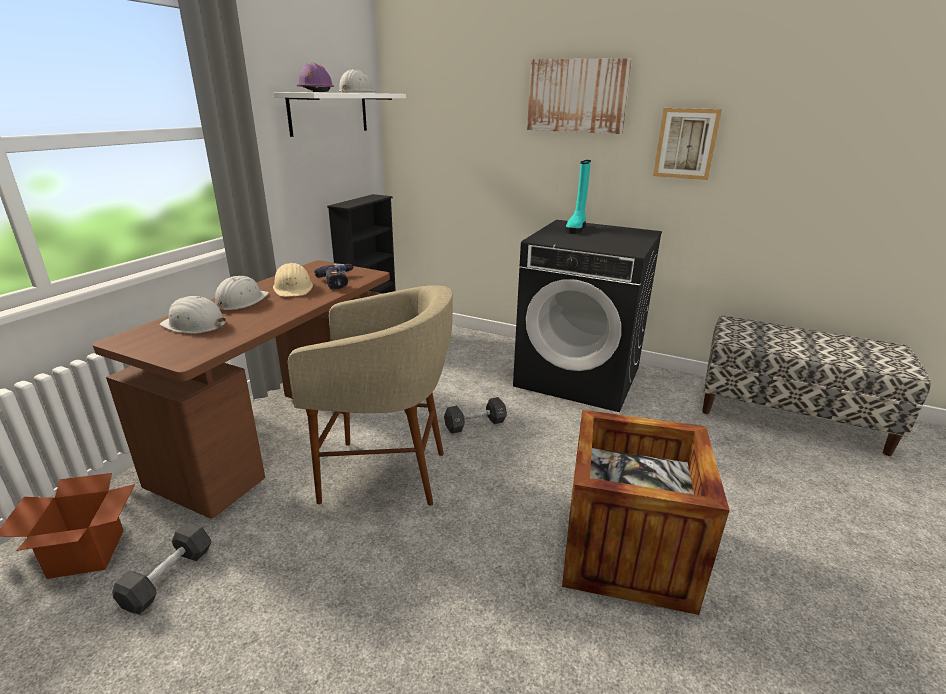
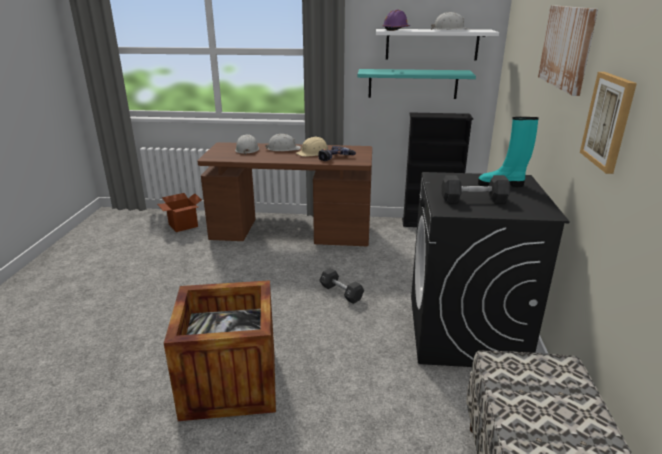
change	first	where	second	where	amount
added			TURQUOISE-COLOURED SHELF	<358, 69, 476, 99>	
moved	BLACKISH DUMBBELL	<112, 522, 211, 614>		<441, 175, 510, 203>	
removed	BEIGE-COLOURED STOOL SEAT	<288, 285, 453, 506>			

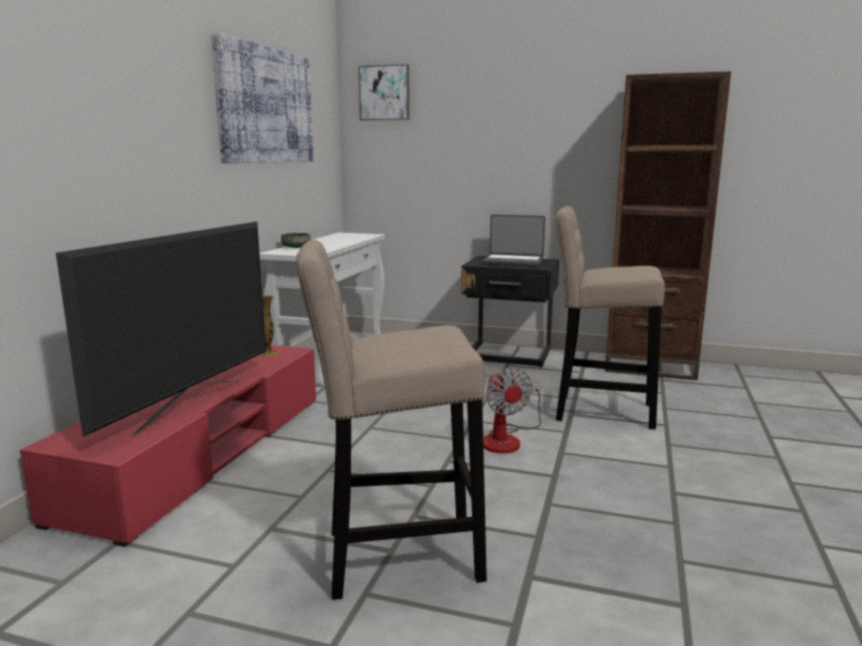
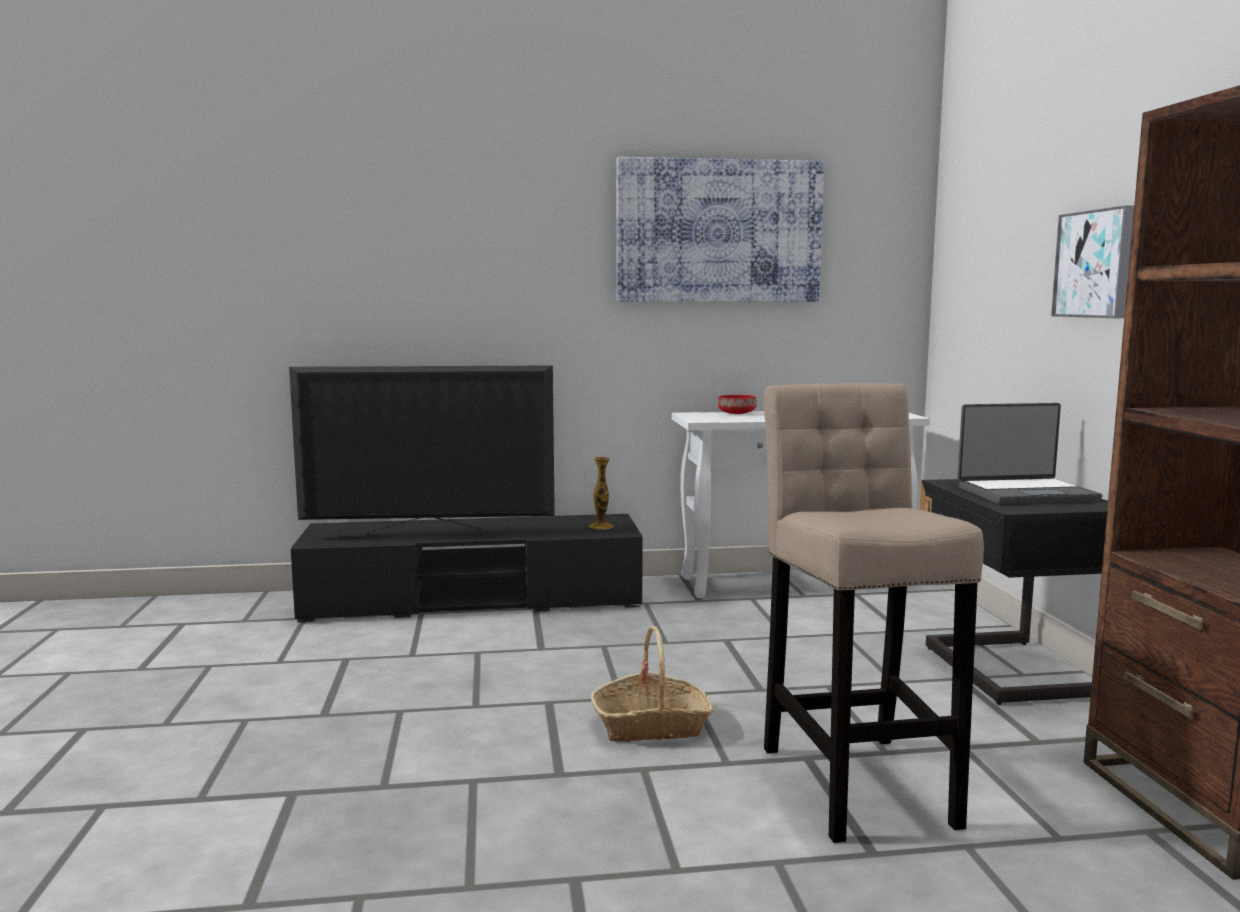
change	first	where	second	where	amount
recoloured	RED-COLOURED MEDIA CONSOLE	<20, 345, 316, 547>	BLACKISH MEDIA CONSOLE	<291, 514, 643, 622>	
replaced	ELECTRIC FAN	<483, 367, 541, 453>	STORAGE BASKET	<591, 626, 714, 742>	
recoloured	GREENISH SERVING BOWL	<281, 233, 310, 248>	RED-COLOURED SERVING BOWL	<718, 395, 757, 414>	
turned	LAPTOP	<481, 214, 545, 267>		<957, 403, 1102, 504>	90 degrees counterclockwise
moved	PICTURE	<358, 64, 409, 120>		<1051, 205, 1134, 318>	
removed	BEIGE-COLOURED STOOL SEAT	<296, 240, 487, 600>			

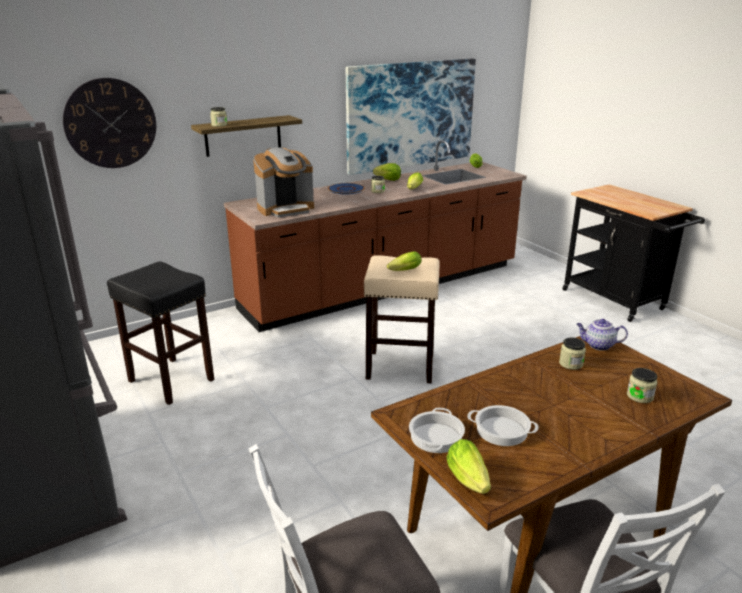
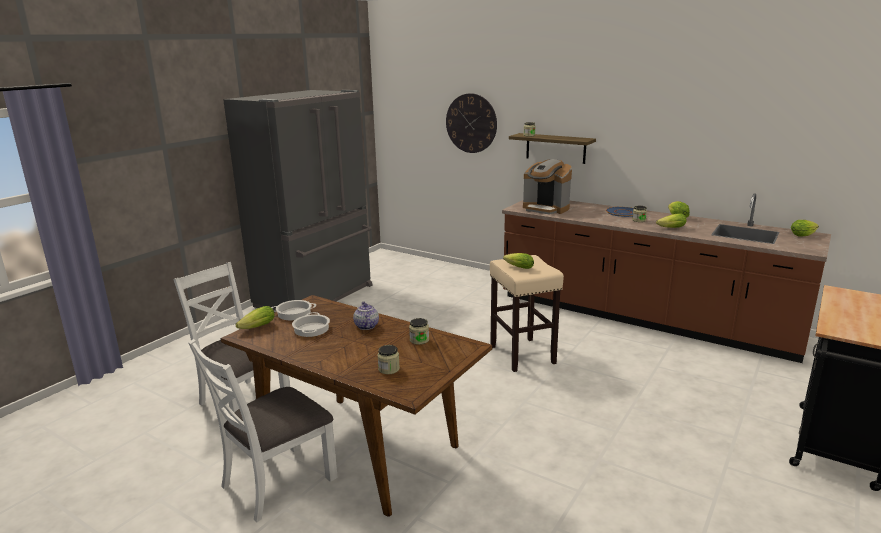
change	first	where	second	where	amount
moved	TEA POT	<576, 319, 628, 351>		<353, 302, 379, 330>	
removed	BLACKISH STOOL SEAT	<107, 261, 214, 405>			
removed	PICTURE	<346, 58, 476, 175>			

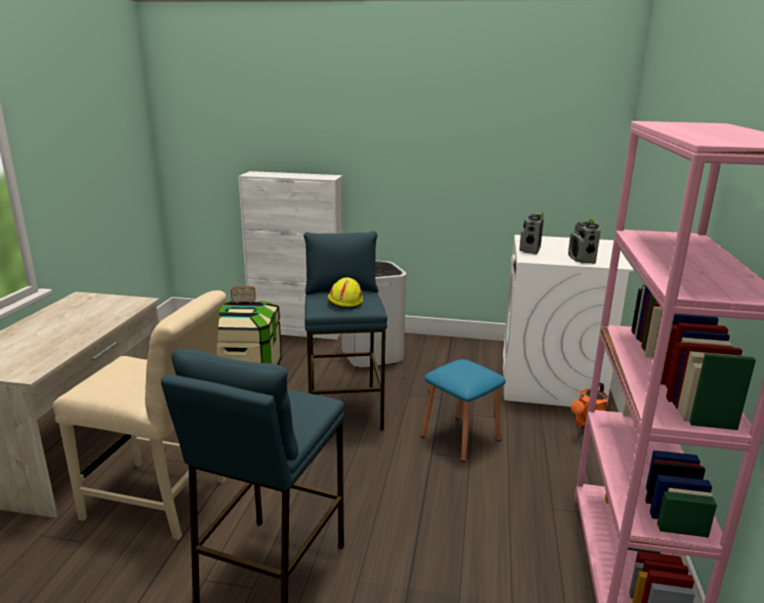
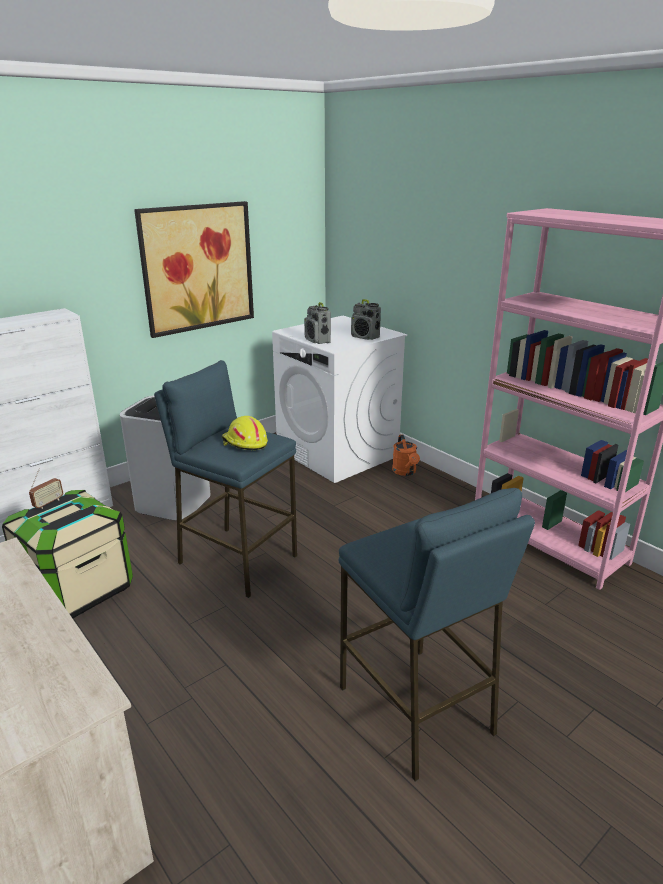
change	first	where	second	where	amount
added			PICTURE	<134, 201, 254, 338>	
removed	BEIGE-COLOURED UPRIGHT CHAIR	<53, 290, 227, 540>			
removed	BLUE STOOL SEAT	<421, 359, 506, 462>			

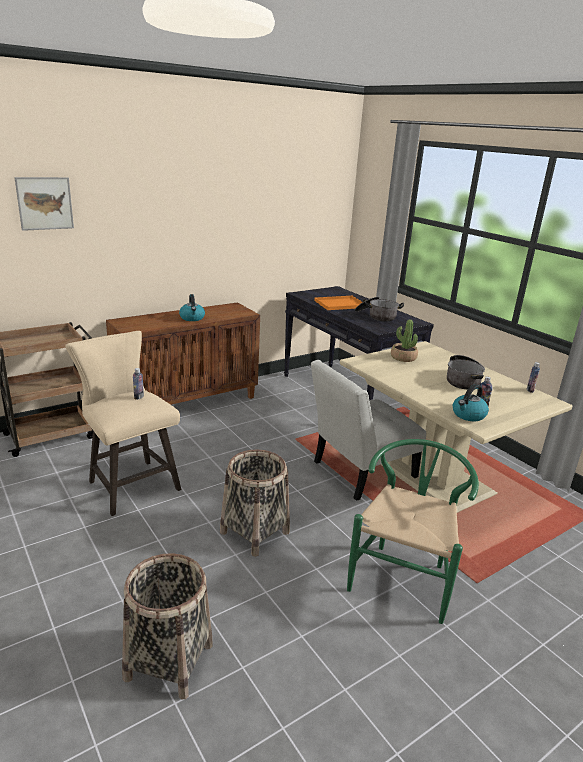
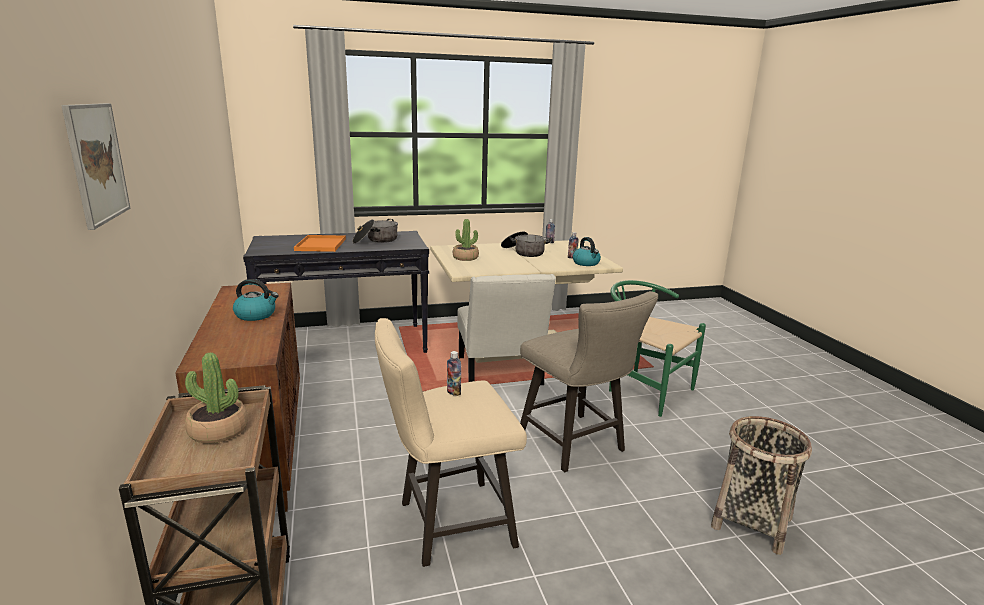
change	first	where	second	where	amount
added			HOUSEPLANT	<185, 353, 248, 443>	
replaced	STORAGE BASKET	<220, 450, 290, 557>	BEIGE-COLOURED STOOL SEAT	<520, 291, 658, 472>	

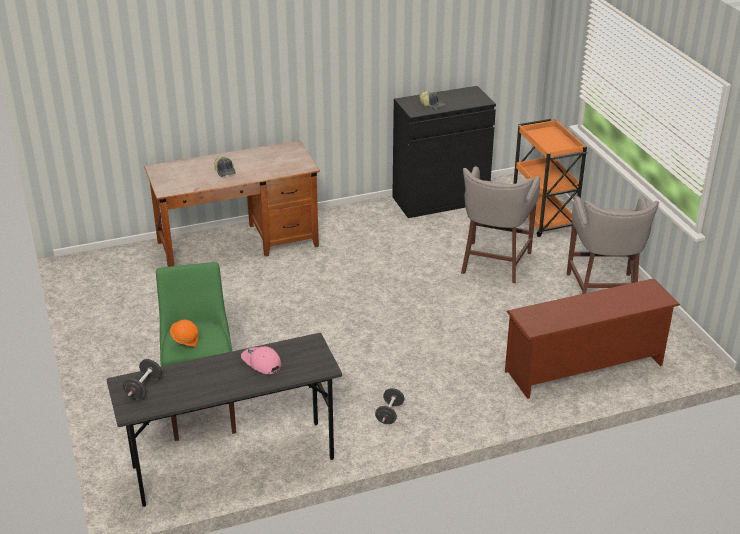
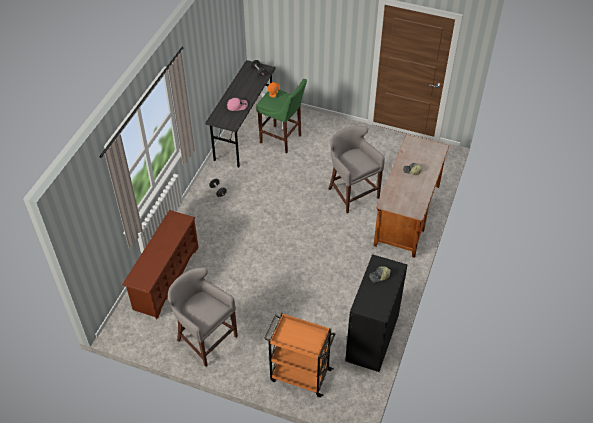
change	first	where	second	where	amount
moved	GREY STOOL SEAT	<461, 166, 540, 283>		<328, 126, 385, 213>	

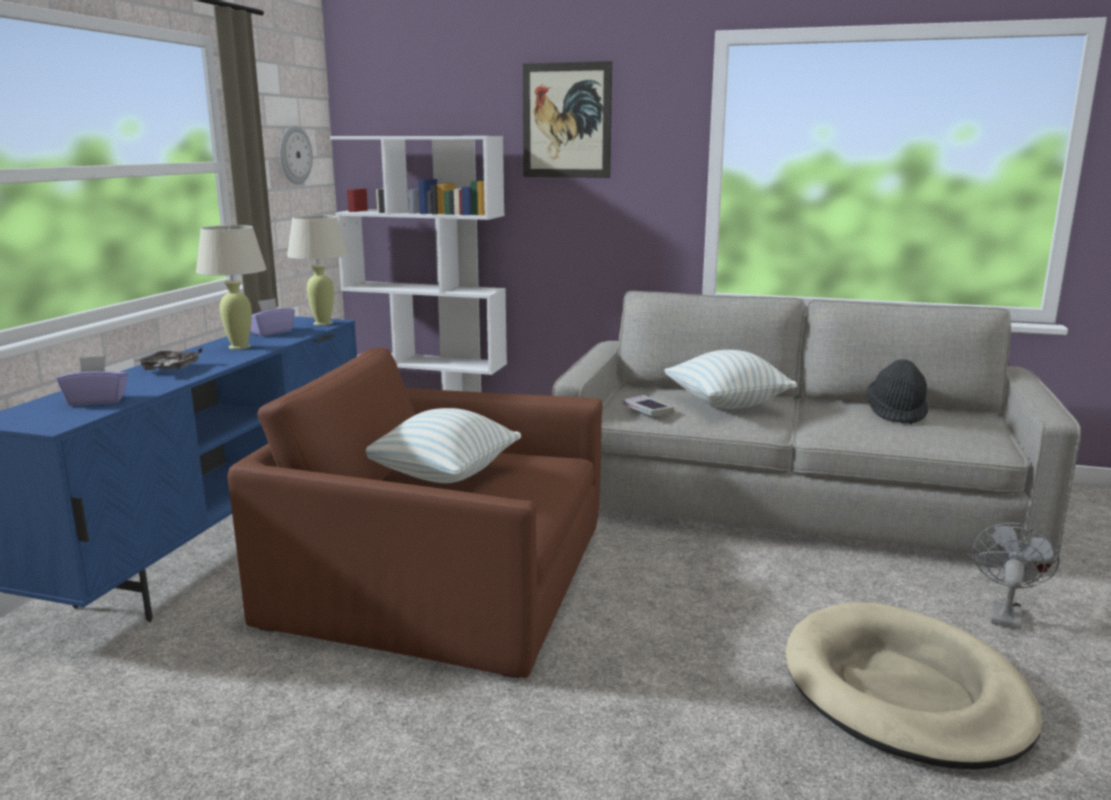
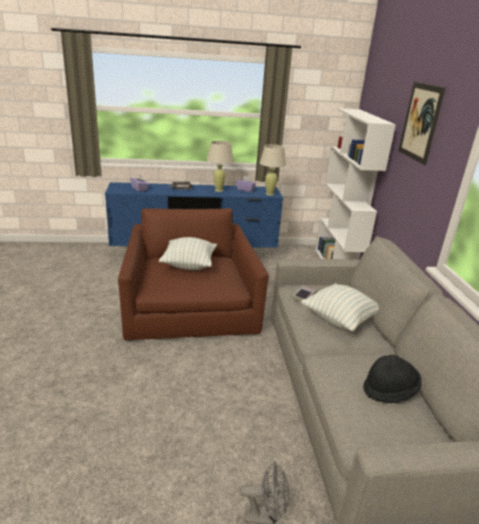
change	first	where	second	where	amount
removed	CLOCK ON THE WALL	<280, 125, 313, 185>			
removed	BEIGE-COLOURED PET BED	<786, 602, 1042, 770>			

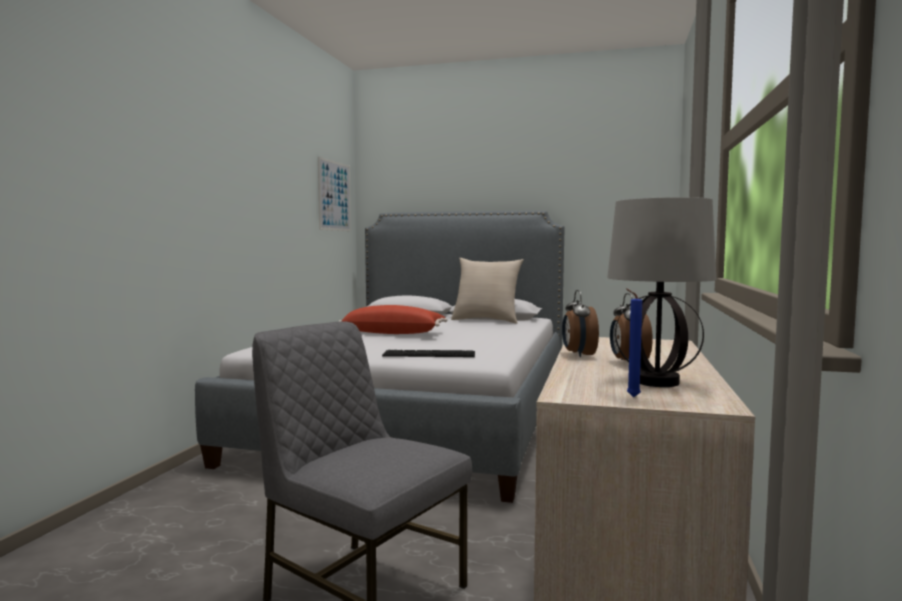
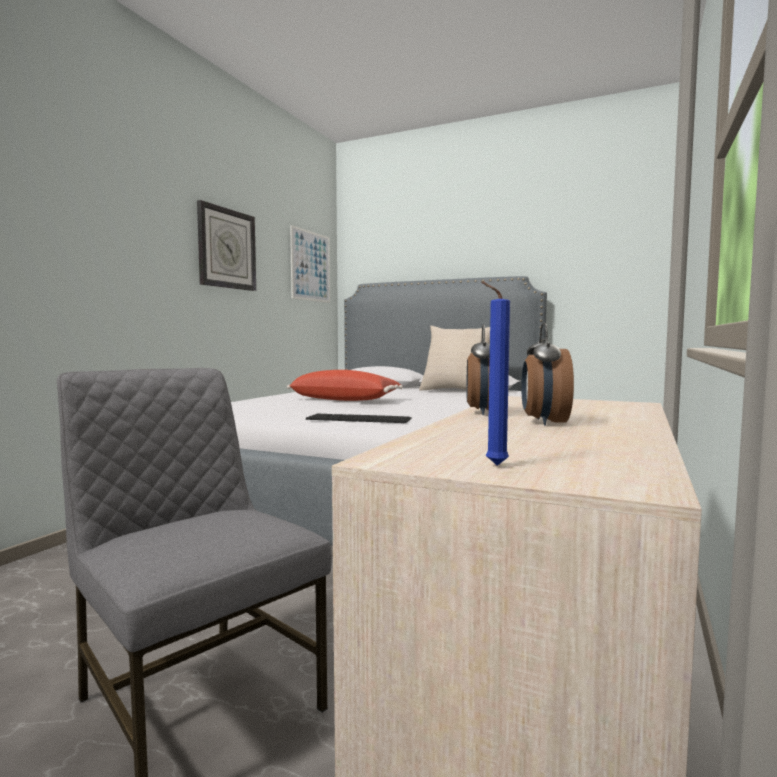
change	first	where	second	where	amount
added			CLOCK ON THE WALL	<197, 200, 256, 291>	
removed	TABLETOP LAMP	<607, 197, 716, 387>			

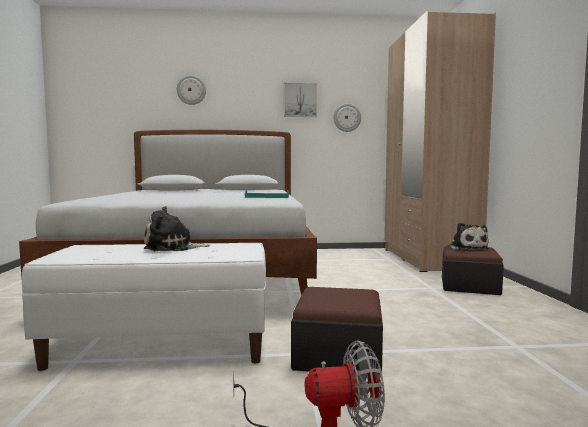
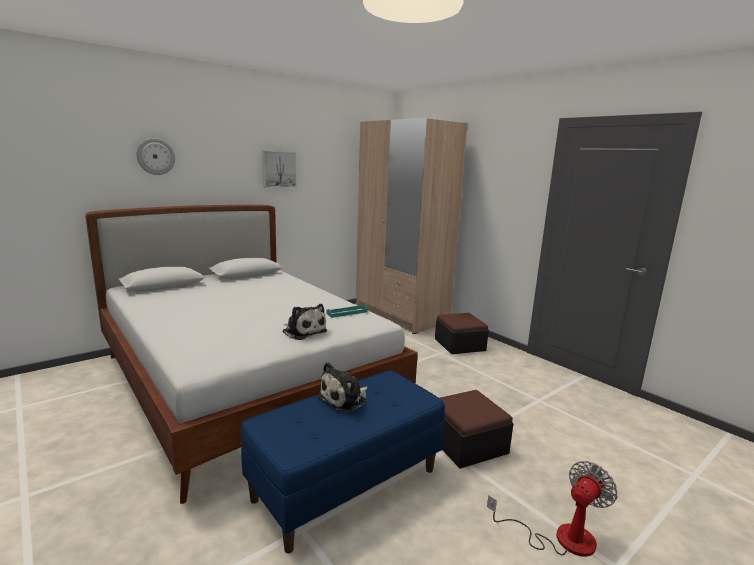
change	first	where	second	where	amount
recoloured	WHITISH INDOOR BENCH	<22, 243, 266, 371>	BLUE INDOOR BENCH	<240, 370, 445, 553>	
moved	PLUSH TOY	<448, 223, 489, 251>		<283, 304, 327, 340>	
removed	CLOCK ON THE WALL	<333, 103, 361, 132>			

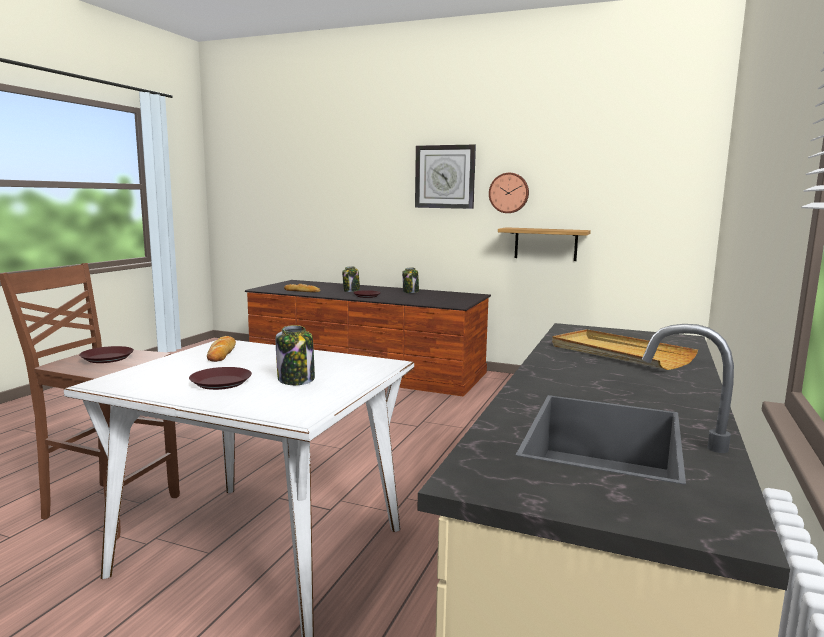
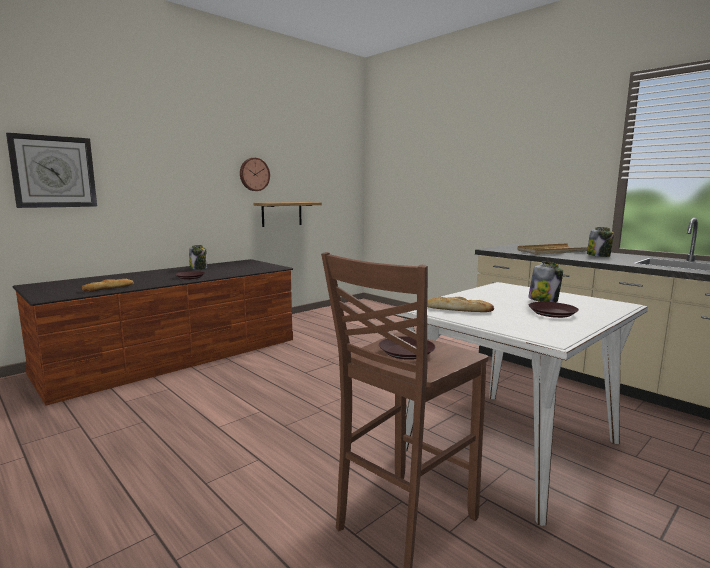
change	first	where	second	where	amount
moved	CLOCK ON THE WALL	<415, 145, 476, 209>		<6, 132, 97, 208>	
moved	JAR	<342, 266, 360, 292>		<587, 227, 614, 257>	

